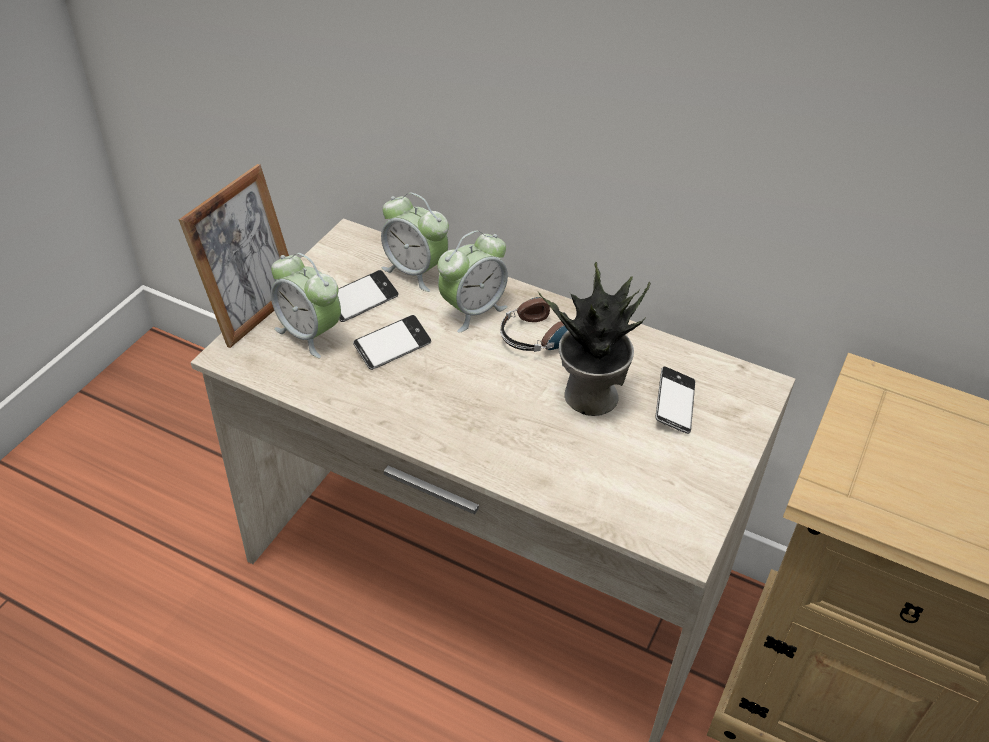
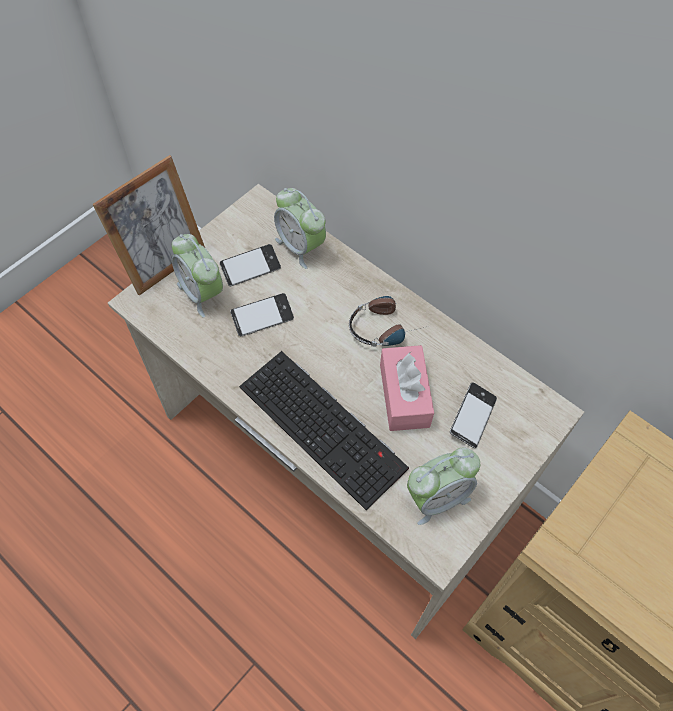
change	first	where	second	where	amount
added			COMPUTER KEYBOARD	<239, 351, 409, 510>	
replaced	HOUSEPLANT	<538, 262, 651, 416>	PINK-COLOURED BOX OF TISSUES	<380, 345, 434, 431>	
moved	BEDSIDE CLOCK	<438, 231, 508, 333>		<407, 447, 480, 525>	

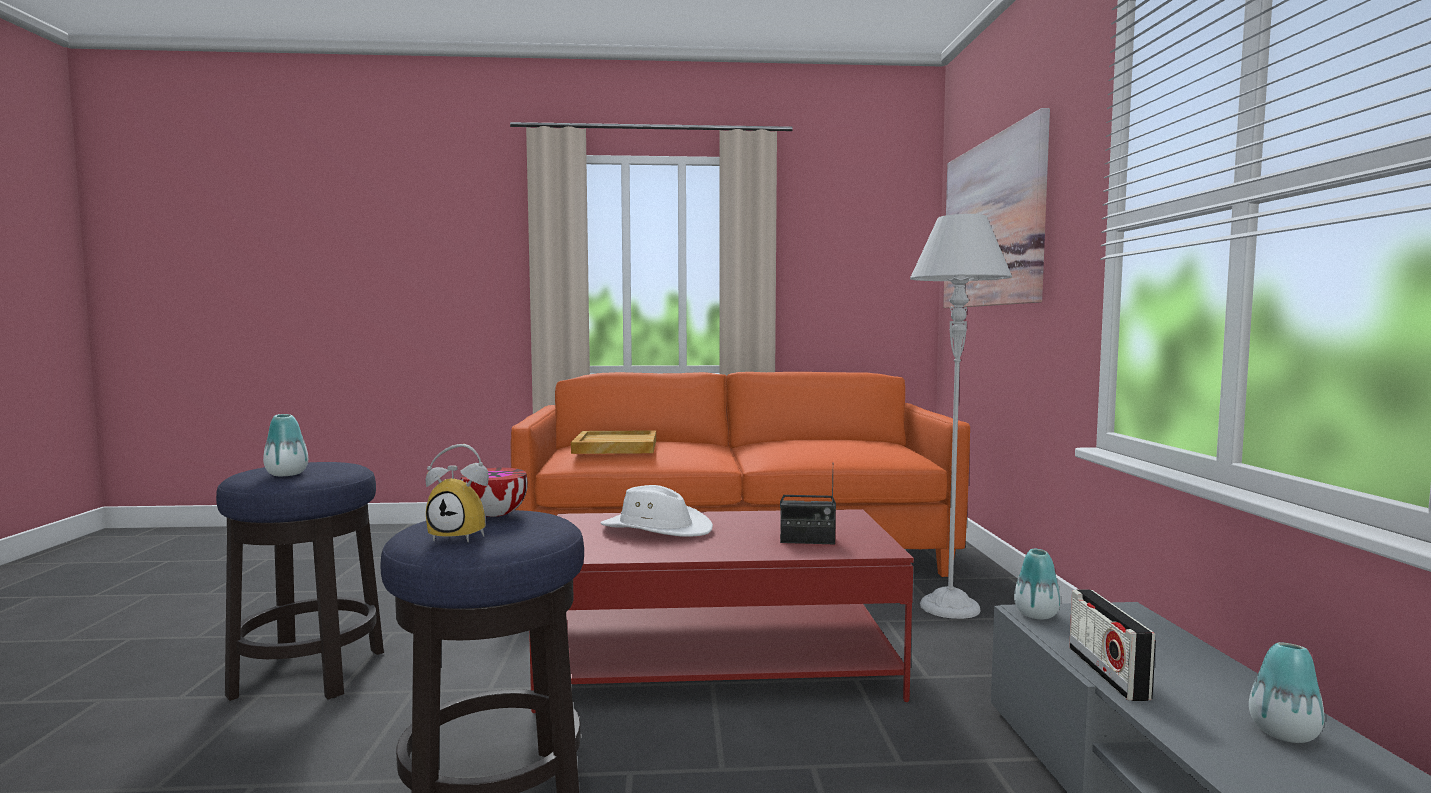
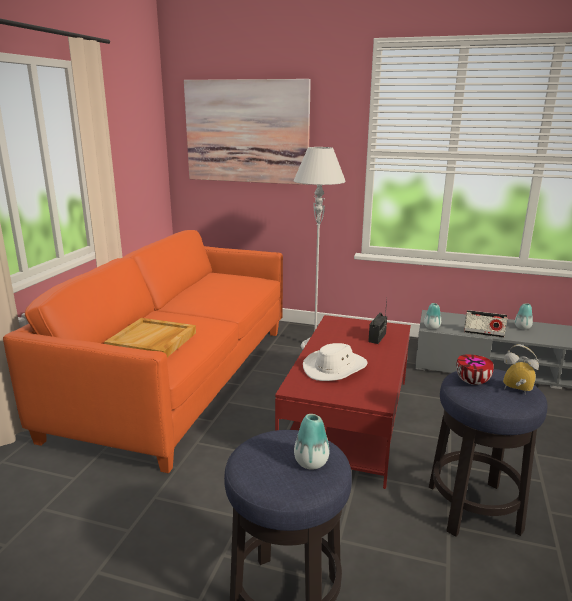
change	first	where	second	where	amount
turned	BEDSIDE CLOCK	<426, 444, 489, 542>		<503, 344, 539, 394>	90 degrees counterclockwise

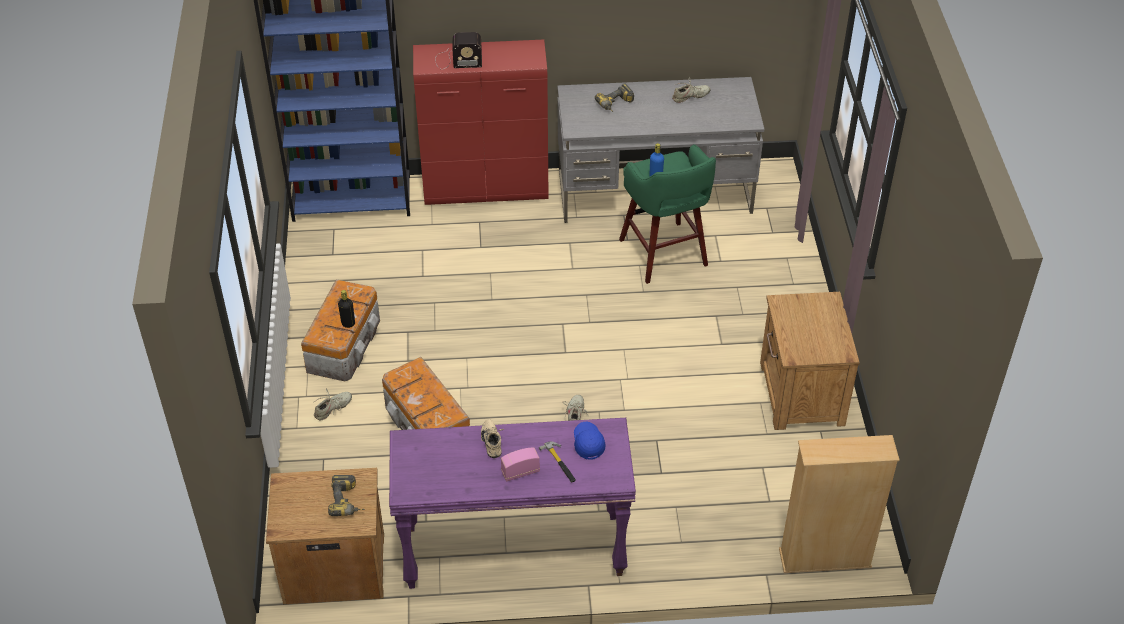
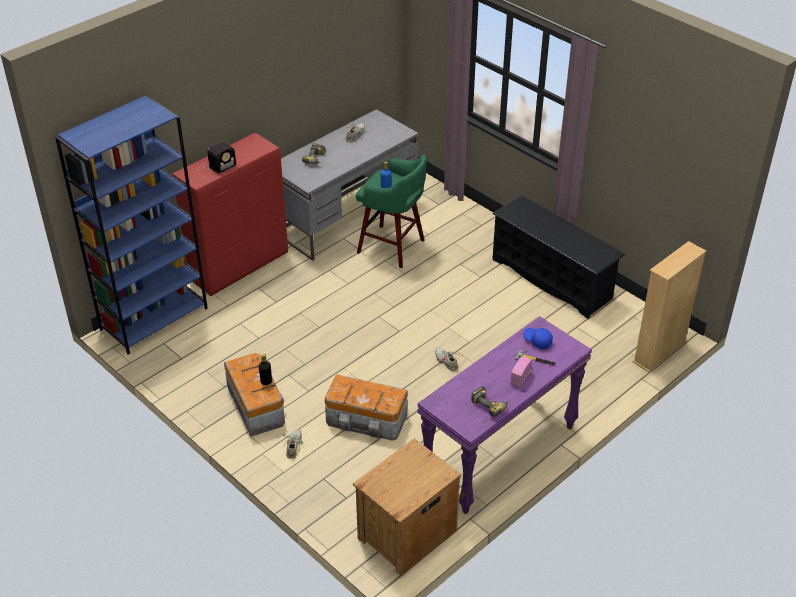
change	first	where	second	where	amount
moved	DRILL	<328, 475, 365, 516>		<471, 386, 511, 417>	
replaced	BROWNISH NIGHT TABLE	<760, 292, 860, 430>	BLACKISH SHOE SHELF	<492, 195, 626, 319>	
removed	BEIGE-COLOURED LOW SHOE	<481, 419, 504, 458>			

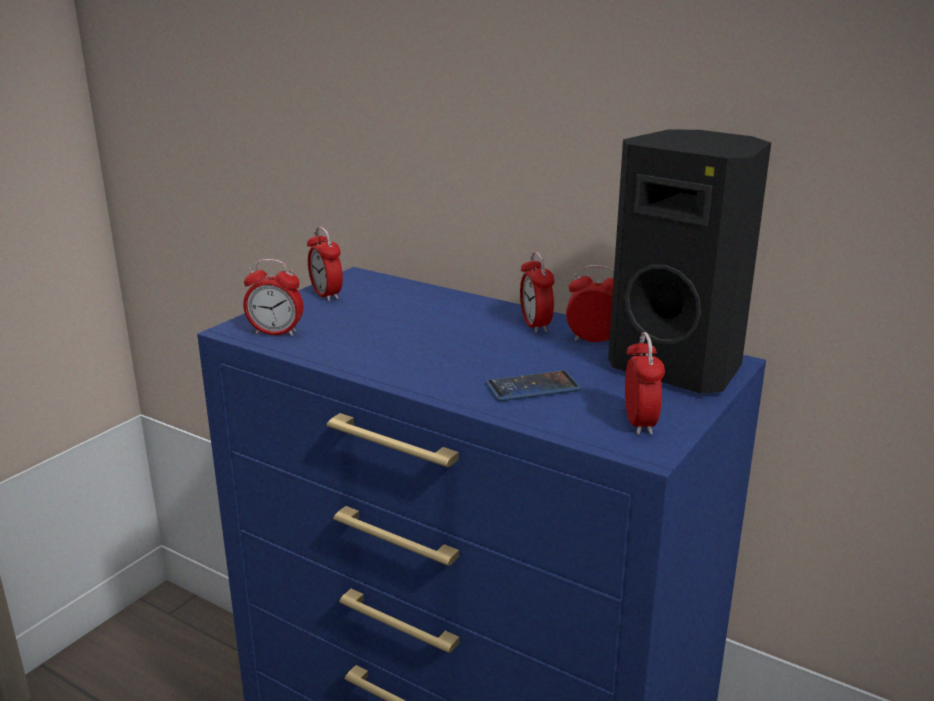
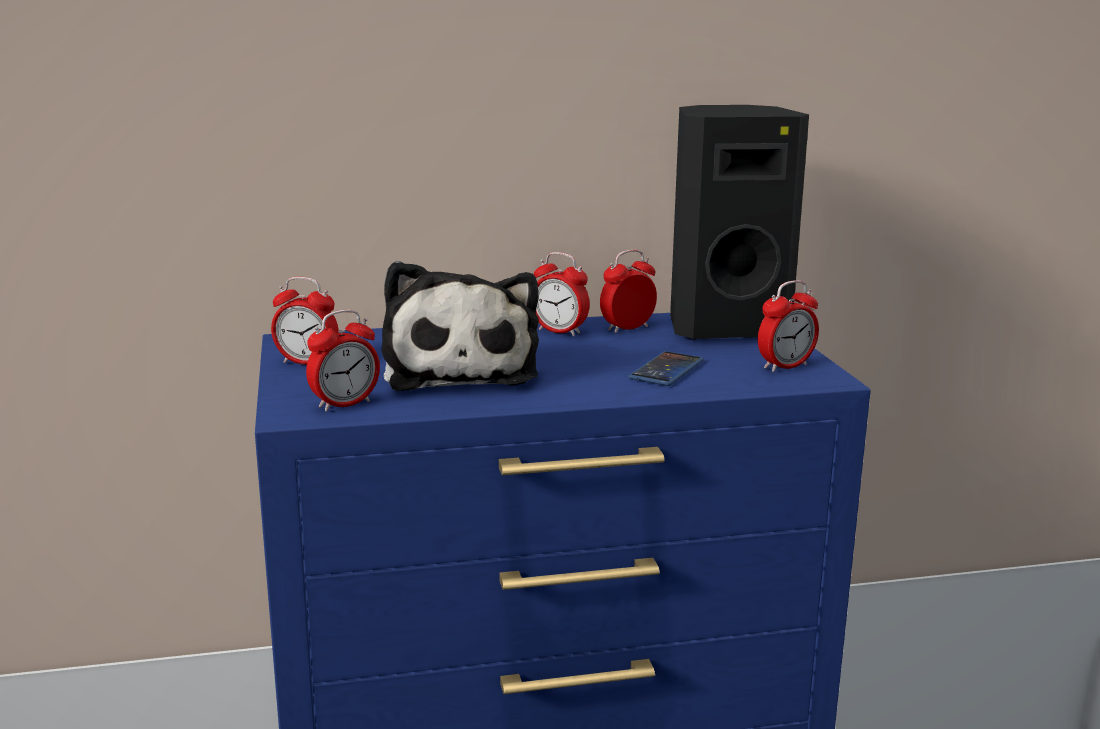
change	first	where	second	where	amount
added			PLUSH TOY	<382, 261, 539, 391>	
turned	BEDSIDE CLOCK	<625, 332, 665, 435>		<758, 280, 819, 372>	105 degrees clockwise

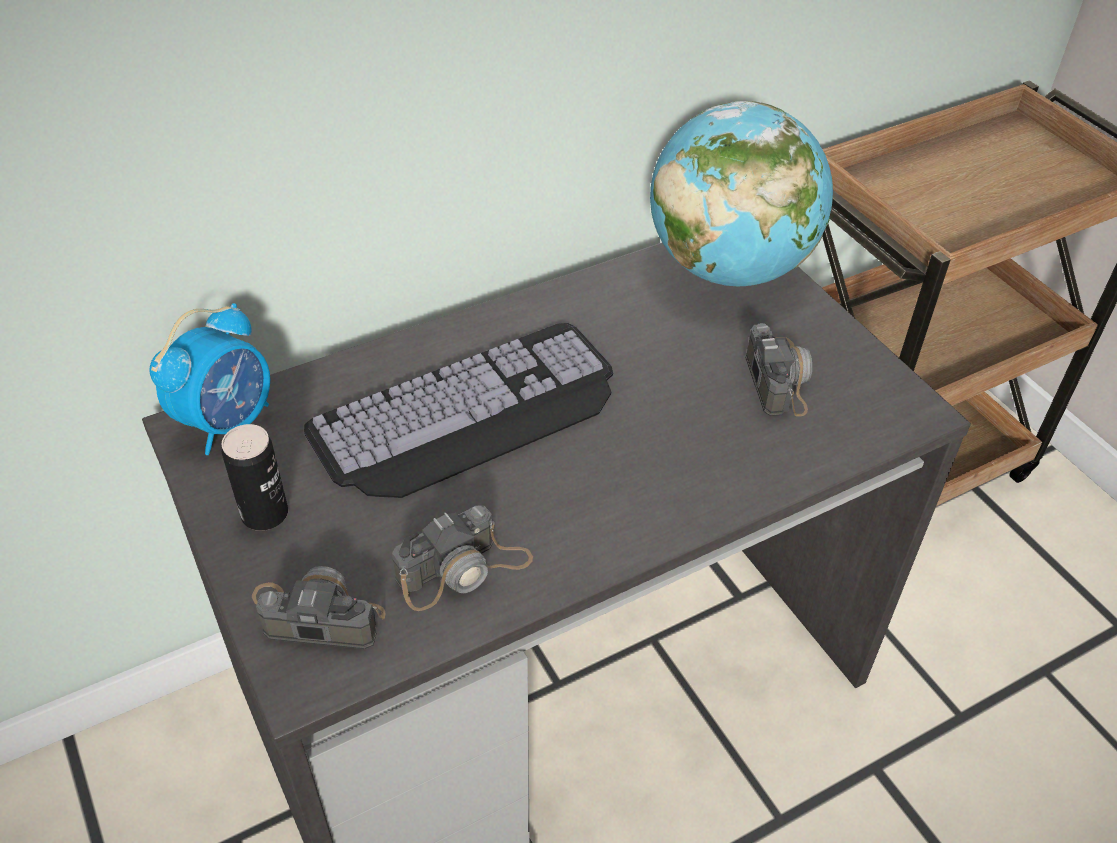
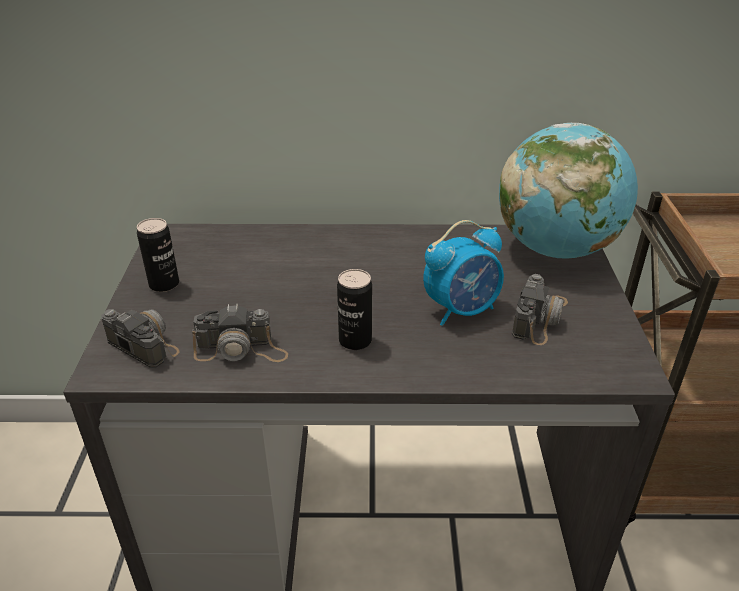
change	first	where	second	where	amount
added			METAL CAN	<337, 269, 372, 350>	
moved	BEDSIDE CLOCK	<150, 303, 270, 455>		<423, 220, 504, 326>	
removed	COMPUTER KEYBOARD	<304, 323, 613, 498>			

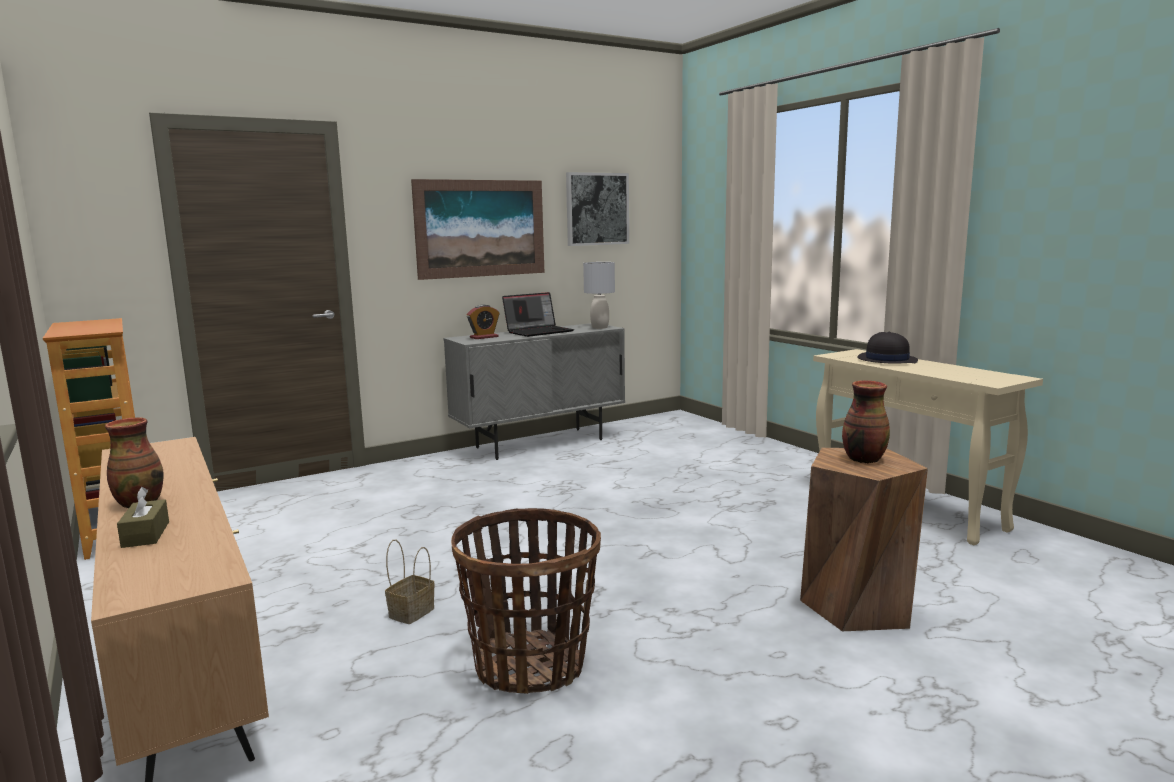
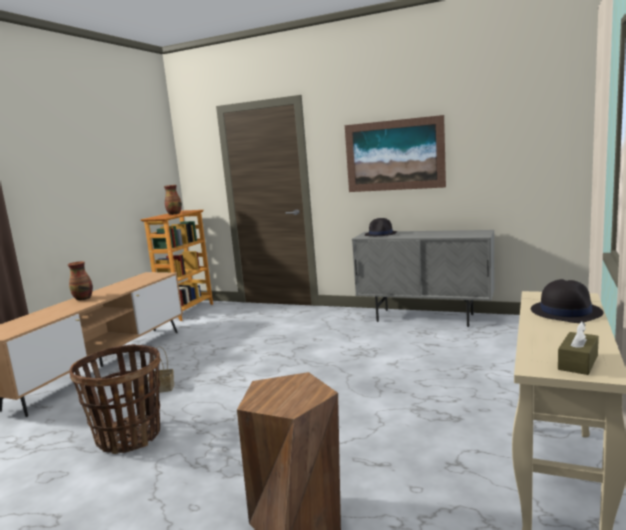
change	first	where	second	where	amount
moved	VASE	<842, 380, 890, 464>		<164, 185, 182, 215>	
replaced	BEDSIDE CLOCK	<467, 305, 499, 339>	BLACKISH CLOTHING HAT	<365, 218, 397, 236>	
moved	BROWNISH BOX OF TISSUES	<117, 487, 169, 548>		<558, 321, 599, 375>	
removed	LAPTOP	<502, 292, 574, 337>			
removed	PICTURE	<566, 172, 629, 246>			
removed	GREY TABLETOP LAMP	<583, 262, 615, 329>			

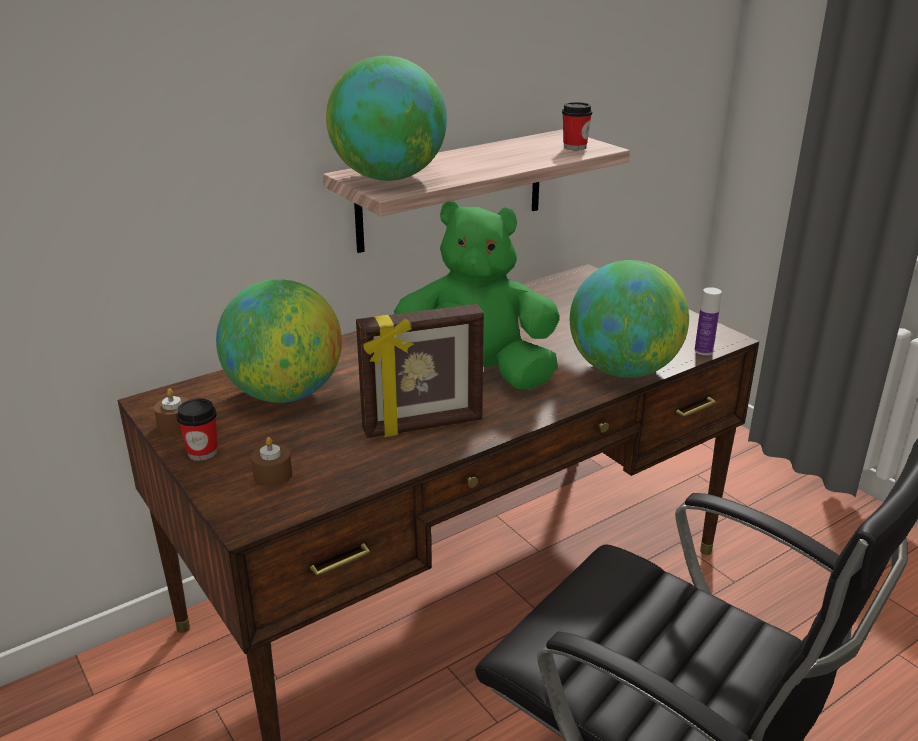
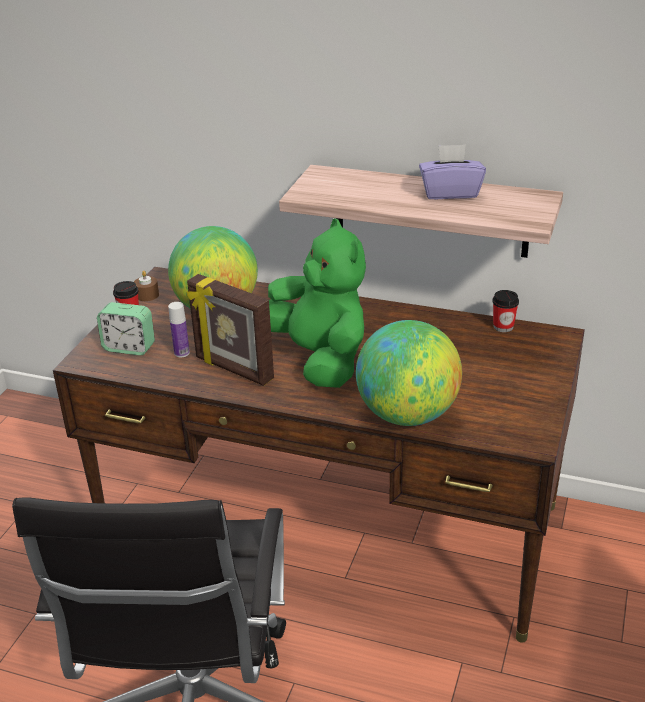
change	first	where	second	where	amount
replaced	BROWNISH WAX LIGHT	<251, 437, 292, 487>	BEDSIDE CLOCK	<97, 302, 155, 356>	
moved	BEVERAGE BOTTLE	<695, 287, 722, 355>		<168, 302, 190, 357>	
added			PURPLISH BOX OF TISSUES	<419, 145, 486, 199>	
moved	SMALL CUP	<562, 102, 592, 150>		<492, 290, 519, 332>	
removed	GLOBE	<326, 56, 447, 181>			

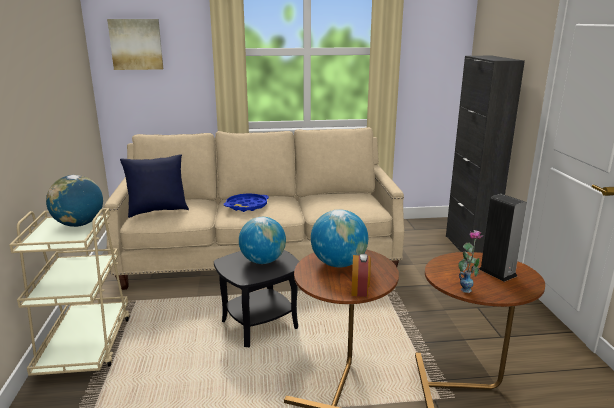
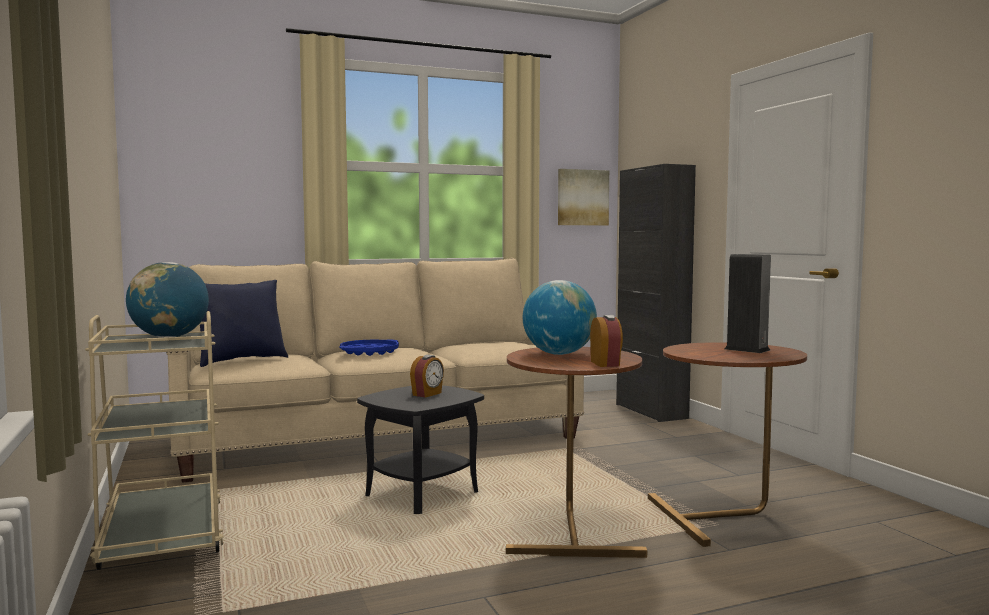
change	first	where	second	where	amount
replaced	GLOBE	<239, 217, 286, 264>	BEDSIDE CLOCK	<410, 355, 444, 398>	
moved	PICTURE	<107, 19, 163, 70>		<558, 169, 609, 226>	
removed	VASE	<458, 230, 483, 293>			

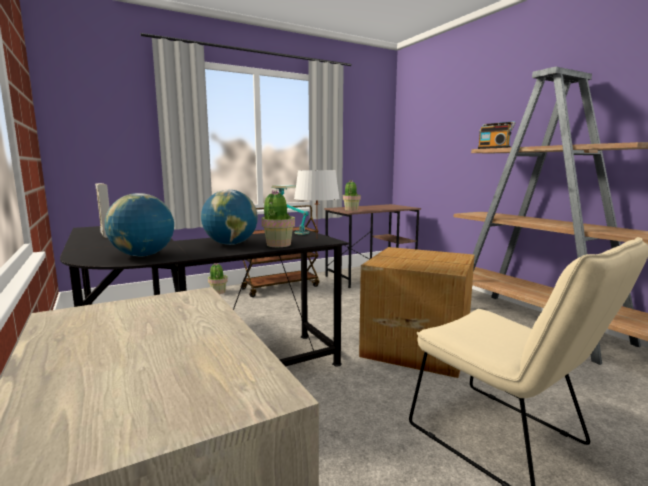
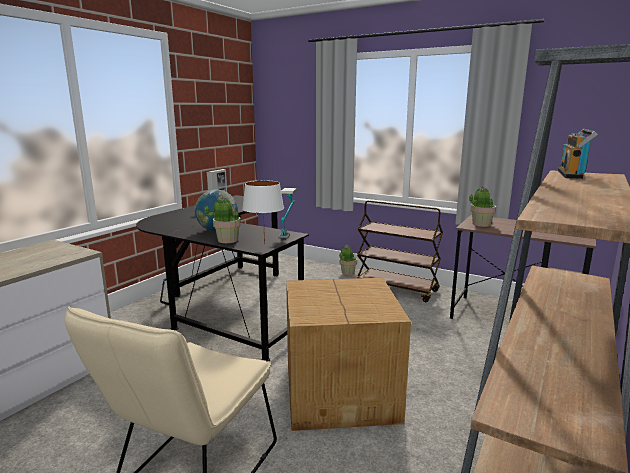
change	first	where	second	where	amount
removed	GLOBE	<105, 193, 174, 256>			

